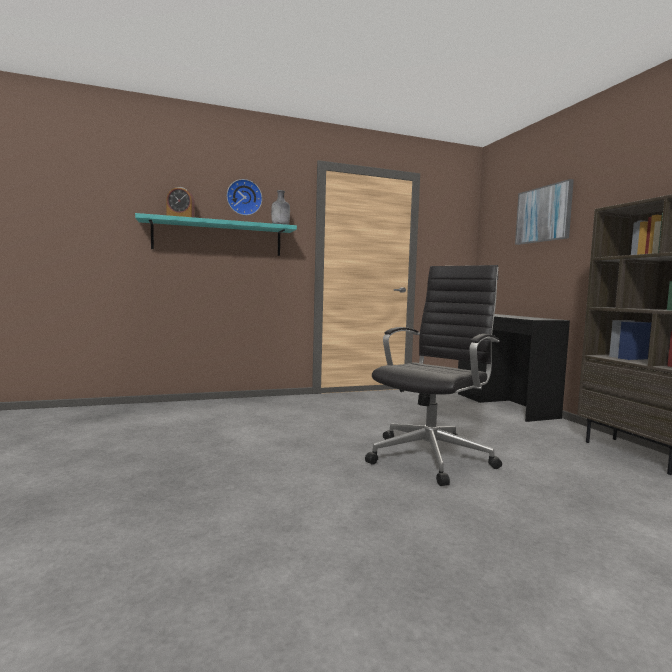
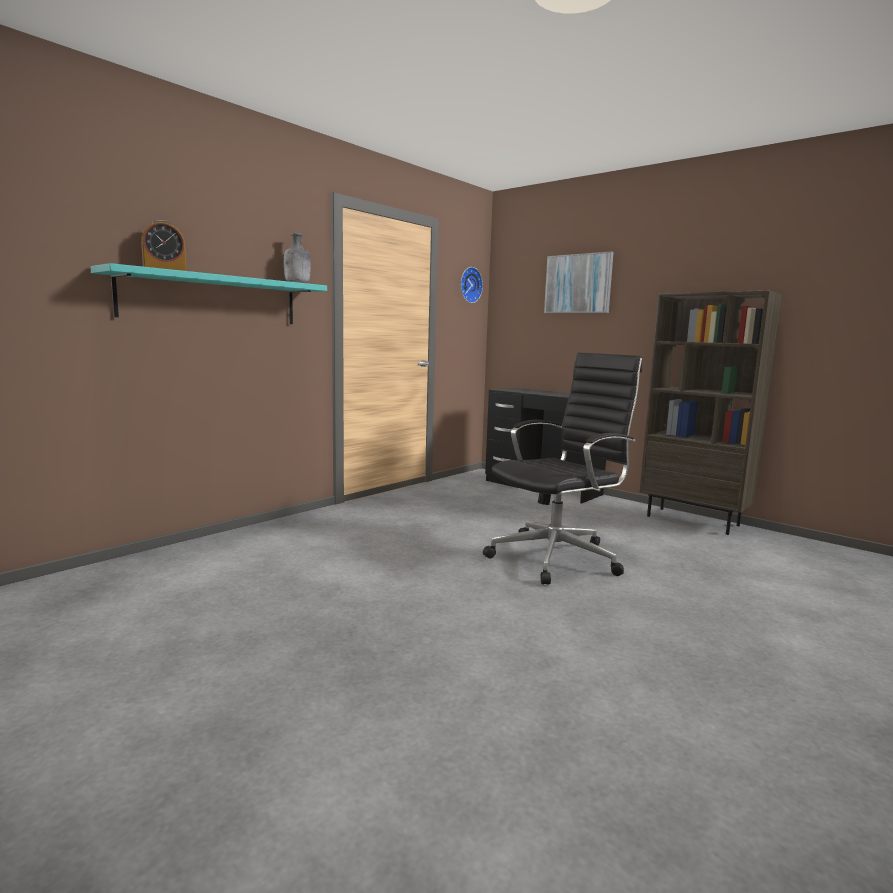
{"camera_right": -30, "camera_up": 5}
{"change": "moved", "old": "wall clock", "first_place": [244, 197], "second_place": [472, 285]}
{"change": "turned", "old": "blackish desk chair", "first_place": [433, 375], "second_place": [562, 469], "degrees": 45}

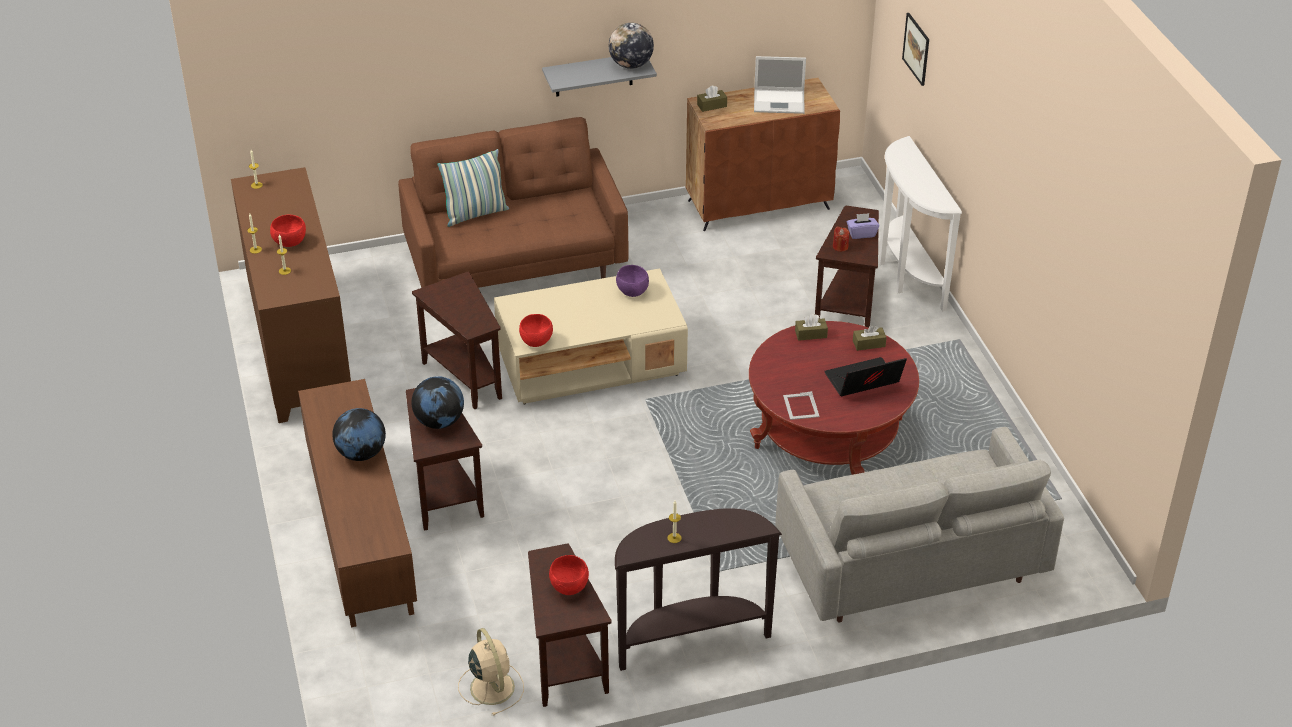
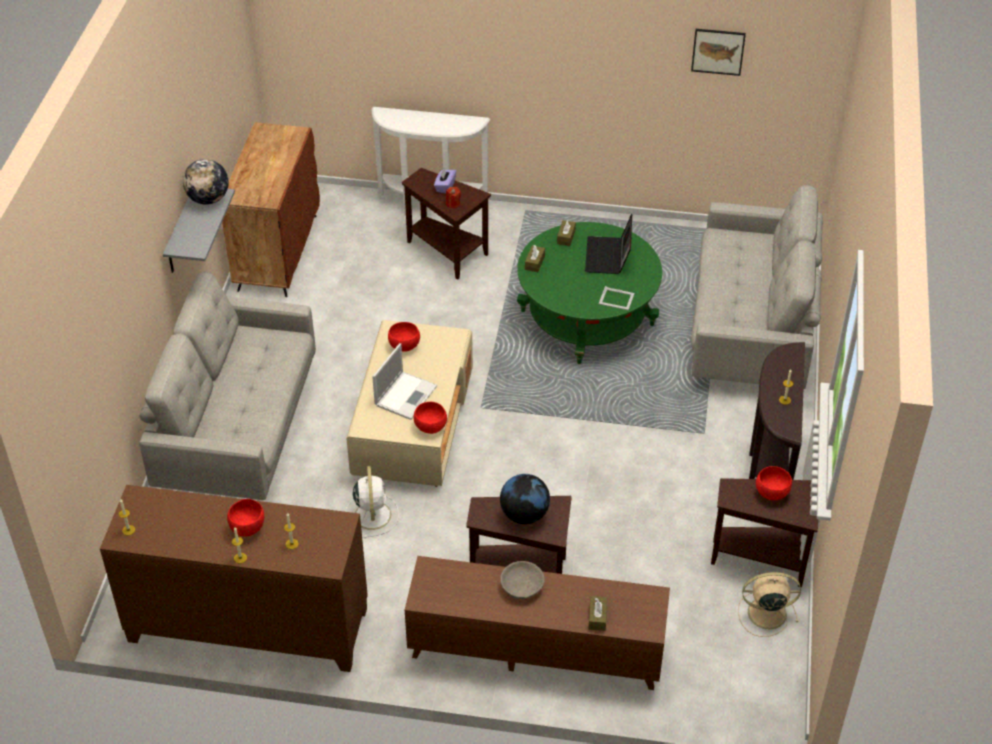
{"camera_right": -65, "camera_up": 5}
{"change": "moved", "old": "picture", "first_place": [915, 49], "second_place": [718, 52]}
{"change": "moved", "old": "portable computer", "first_place": [780, 85], "second_place": [404, 381]}
{"change": "moved", "old": "brown box of tissues", "first_place": [712, 98], "second_place": [597, 613]}
{"change": "recoloured", "old": "brown settee", "new": "gray settee", "first_place": [513, 202], "second_place": [227, 386]}
{"change": "removed", "old": "cushion", "first_place": [473, 188]}
{"change": "recoloured", "old": "purplish serving bowl", "new": "red serving bowl", "first_place": [632, 281], "second_place": [404, 337]}
{"change": "replaced", "old": "brown end table", "new": "white-coloured electric fan", "first_place": [457, 341], "second_place": [372, 502]}
{"change": "recoloured", "old": "red lounge table", "new": "greenish lounge table", "first_place": [834, 398], "second_place": [589, 293]}
{"change": "replaced", "old": "globe", "new": "gray serving bowl", "first_place": [359, 434], "second_place": [522, 580]}

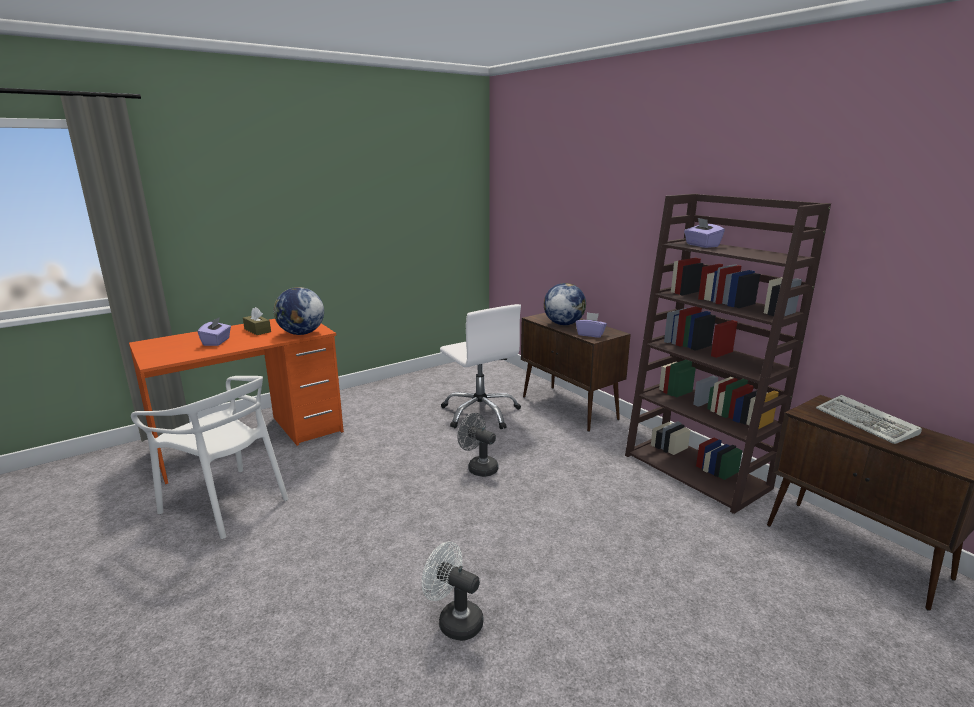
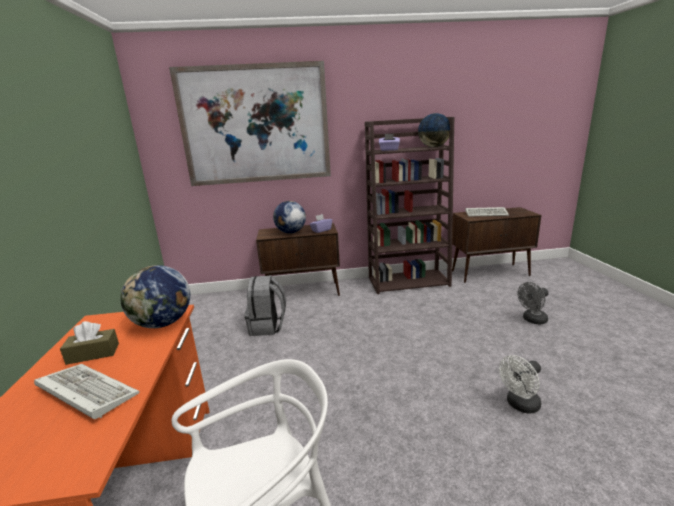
{"camera_right": -60, "camera_up": 0}
{"change": "replaced", "old": "white-coloured desk chair", "new": "gray knapsack", "first_place": [480, 366], "second_place": [265, 305]}
{"change": "replaced", "old": "purplish box of tissues", "new": "computer keyboard", "first_place": [214, 331], "second_place": [87, 391]}
{"change": "moved", "old": "gray electric fan", "first_place": [477, 445], "second_place": [533, 303]}
{"change": "added", "new": "picture", "second_place": [250, 123]}
{"change": "added", "new": "globe", "second_place": [434, 130]}

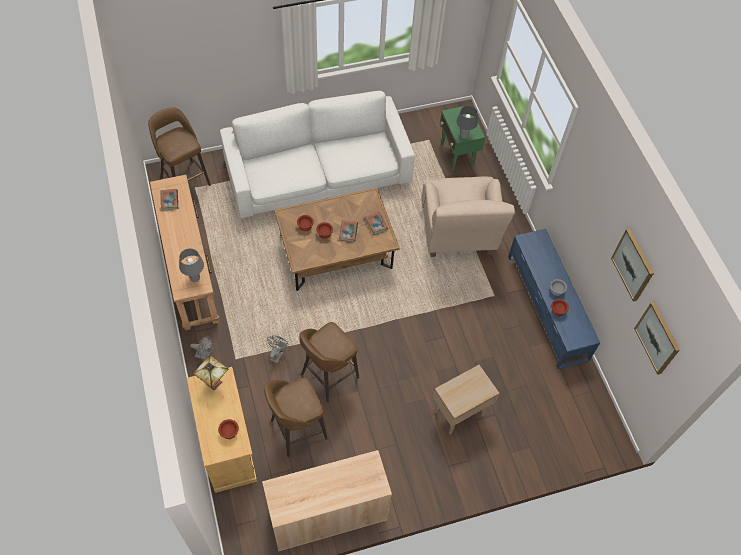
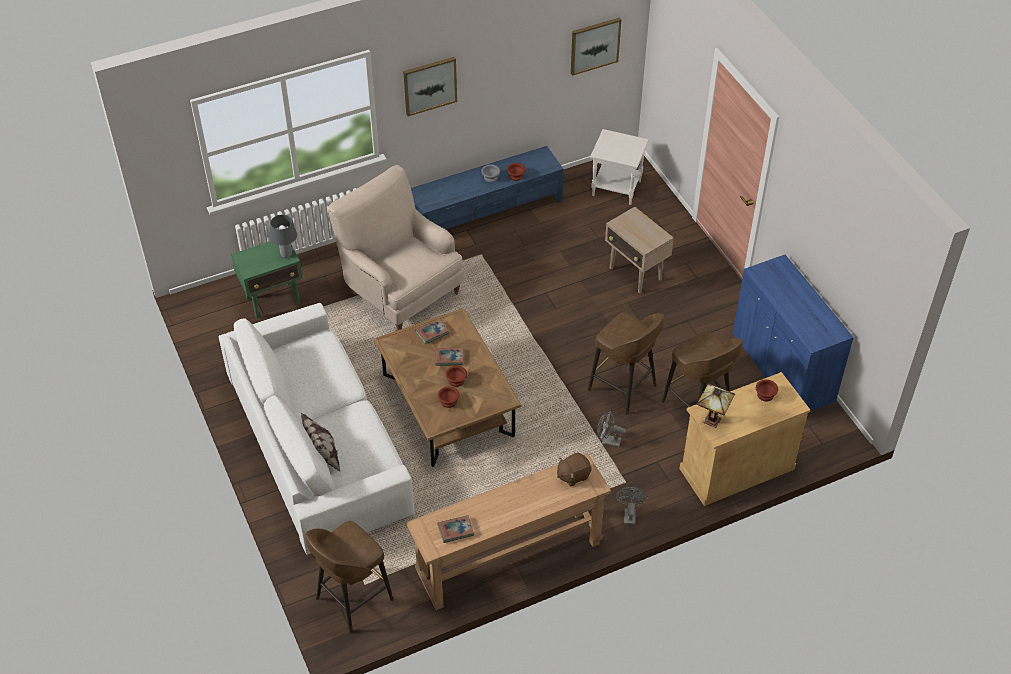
{"camera_right": -95, "camera_up": -10}
{"change": "turned", "old": "beige armchair", "first_place": [468, 217], "second_place": [395, 248], "degrees": -120}
{"change": "moved", "old": "picture", "first_place": [632, 265], "second_place": [430, 86]}
{"change": "replaced", "old": "gray tabletop lamp", "new": "brown cuddly toy", "first_place": [191, 265], "second_place": [574, 469]}
{"change": "recoloured", "old": "beige cupboard", "new": "bluish cupboard", "first_place": [327, 500], "second_place": [793, 333]}
{"change": "added", "new": "white-coloured end table", "second_place": [619, 167]}
{"change": "added", "new": "cushion", "second_place": [320, 442]}

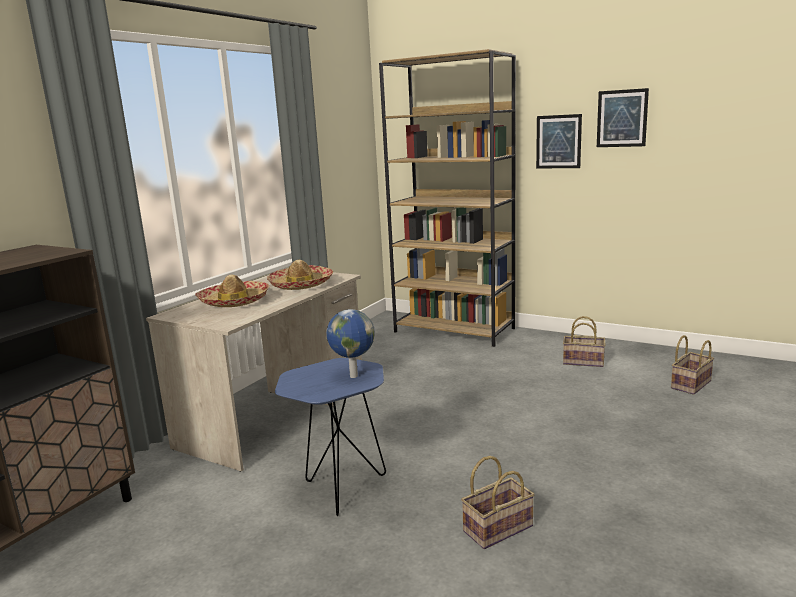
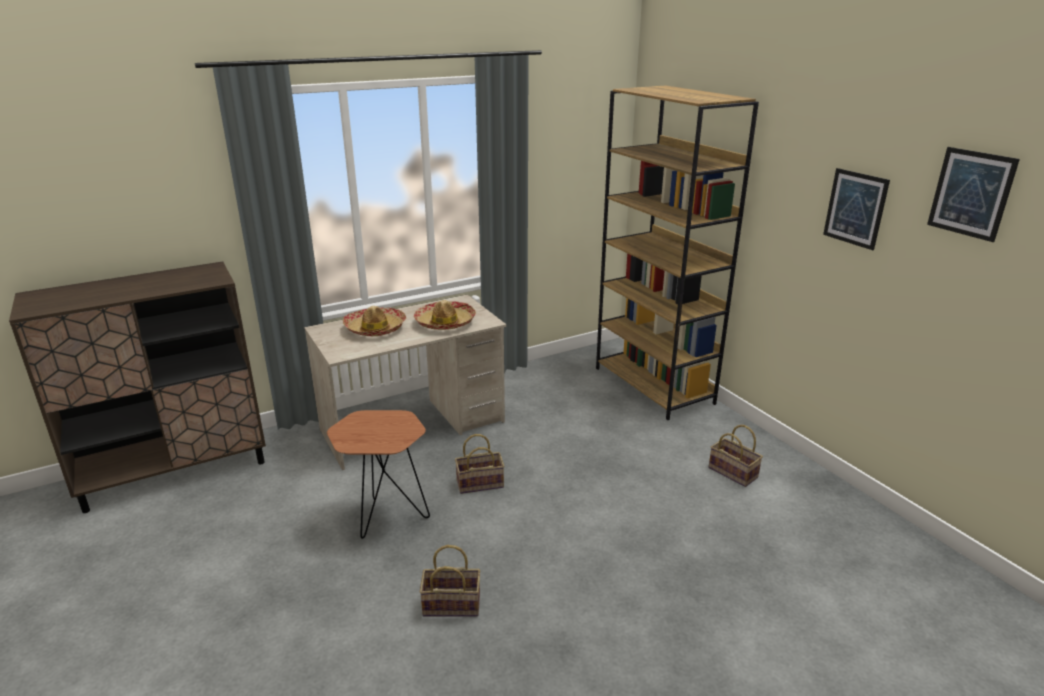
{"camera_right": 30, "camera_up": 10}
{"change": "moved", "old": "picture", "first_place": [559, 141], "second_place": [973, 194]}
{"change": "removed", "old": "globe", "first_place": [350, 343]}
{"change": "moved", "old": "basket", "first_place": [692, 365], "second_place": [479, 464]}
{"change": "recoloured", "old": "bluish end table", "new": "brown end table", "first_place": [330, 437], "second_place": [378, 474]}

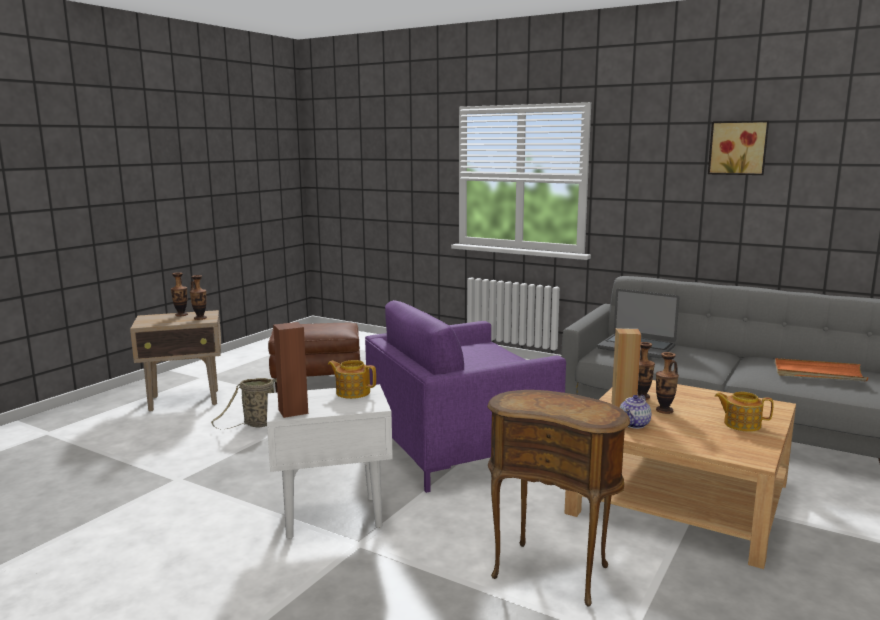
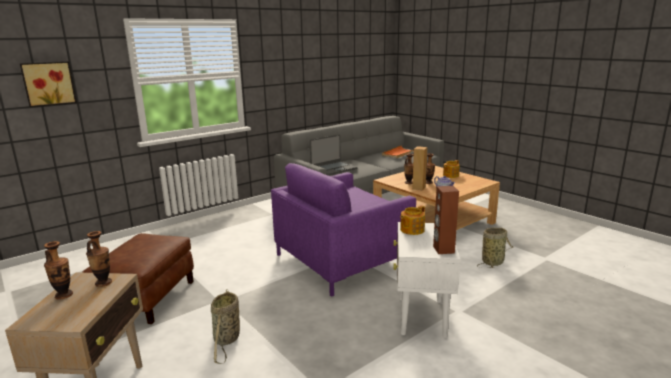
{"camera_right": -70, "camera_up": 5}
{"change": "moved", "old": "picture", "first_place": [738, 148], "second_place": [48, 84]}
{"change": "turned", "old": "purplish armchair", "first_place": [465, 396], "second_place": [343, 230], "degrees": 60}
{"change": "replaced", "old": "brown end table", "new": "basket", "first_place": [558, 498], "second_place": [495, 248]}

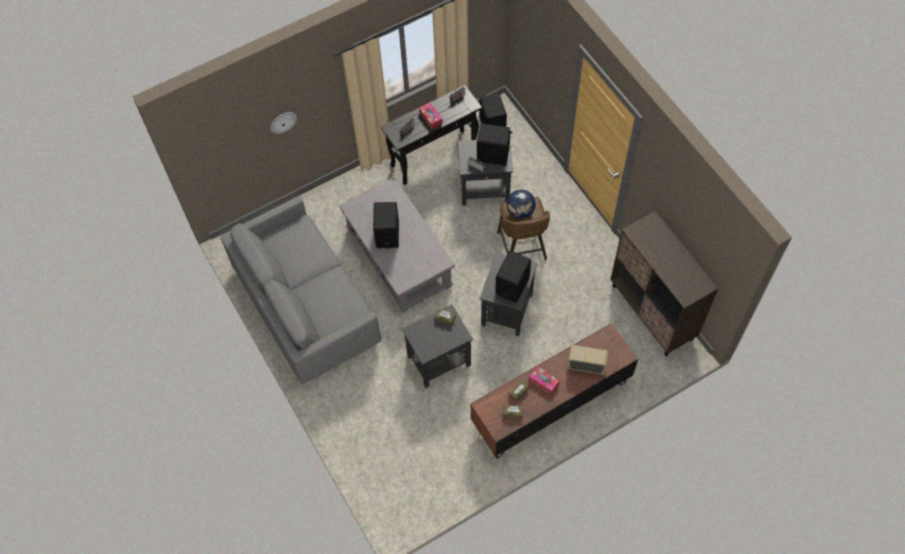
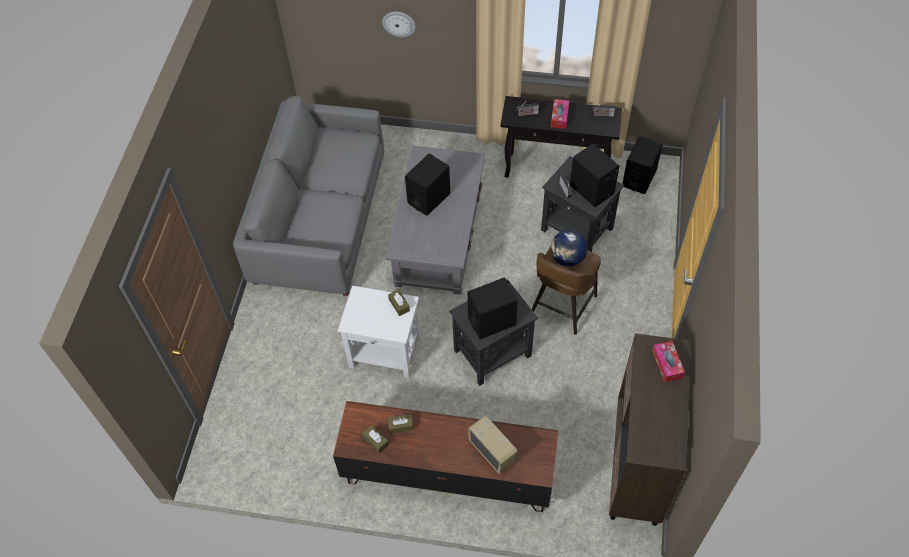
{"camera_right": 40, "camera_up": -5}
{"change": "recoloured", "old": "blackish end table", "new": "white-coloured end table", "first_place": [437, 346], "second_place": [379, 332]}
{"change": "moved", "old": "box of tissues", "first_place": [544, 380], "second_place": [668, 361]}

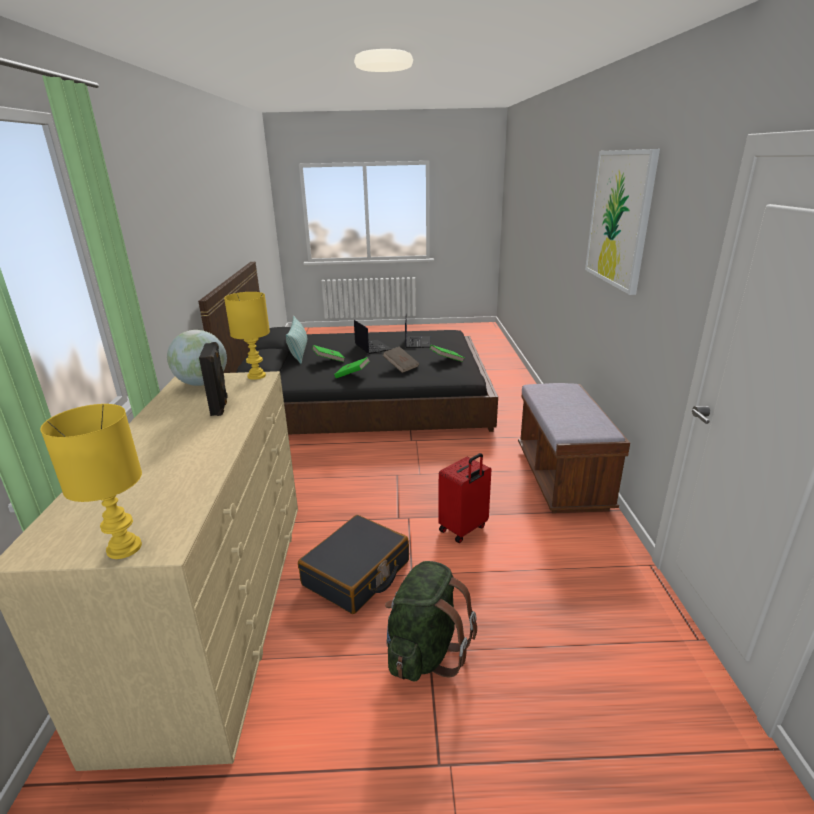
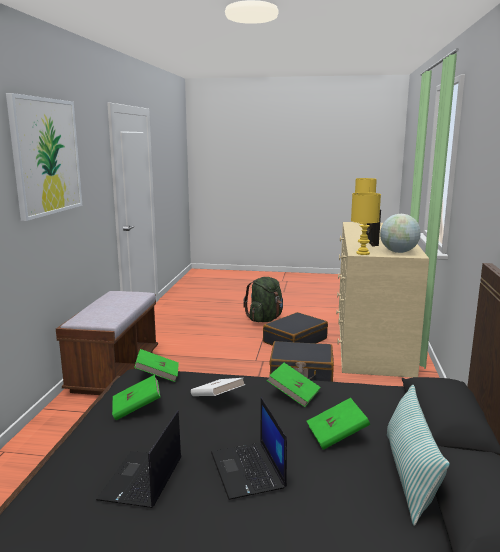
{"camera_right": -170, "camera_up": -10}
{"change": "recoloured", "old": "brown book", "new": "white-coloured book", "first_place": [401, 359], "second_place": [218, 387]}
{"change": "removed", "old": "red piece of luggage", "first_place": [464, 498]}
{"change": "added", "new": "blackish piece of luggage", "second_place": [301, 361]}
{"change": "added", "new": "greenish book", "second_place": [156, 365]}

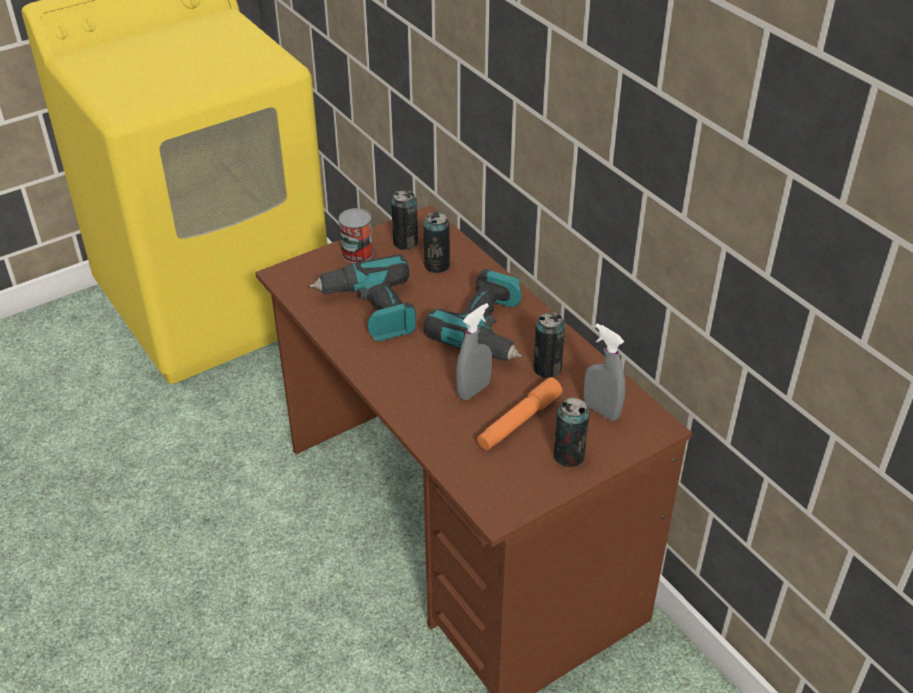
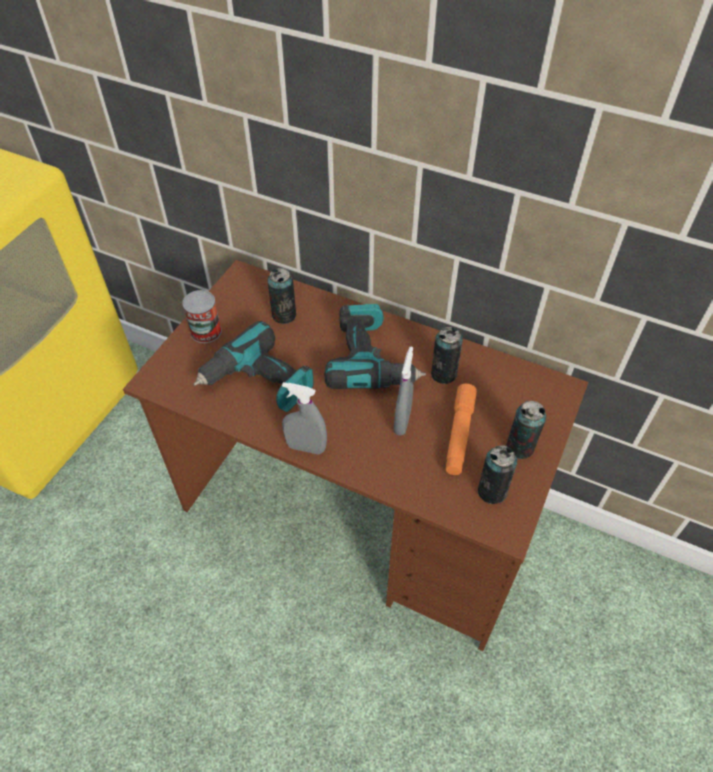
{"camera_right": -30, "camera_up": 10}
{"change": "moved", "old": "sealed can", "first_place": [404, 220], "second_place": [497, 474]}
{"change": "moved", "old": "gray hand sprayer", "first_place": [605, 372], "second_place": [304, 418]}

